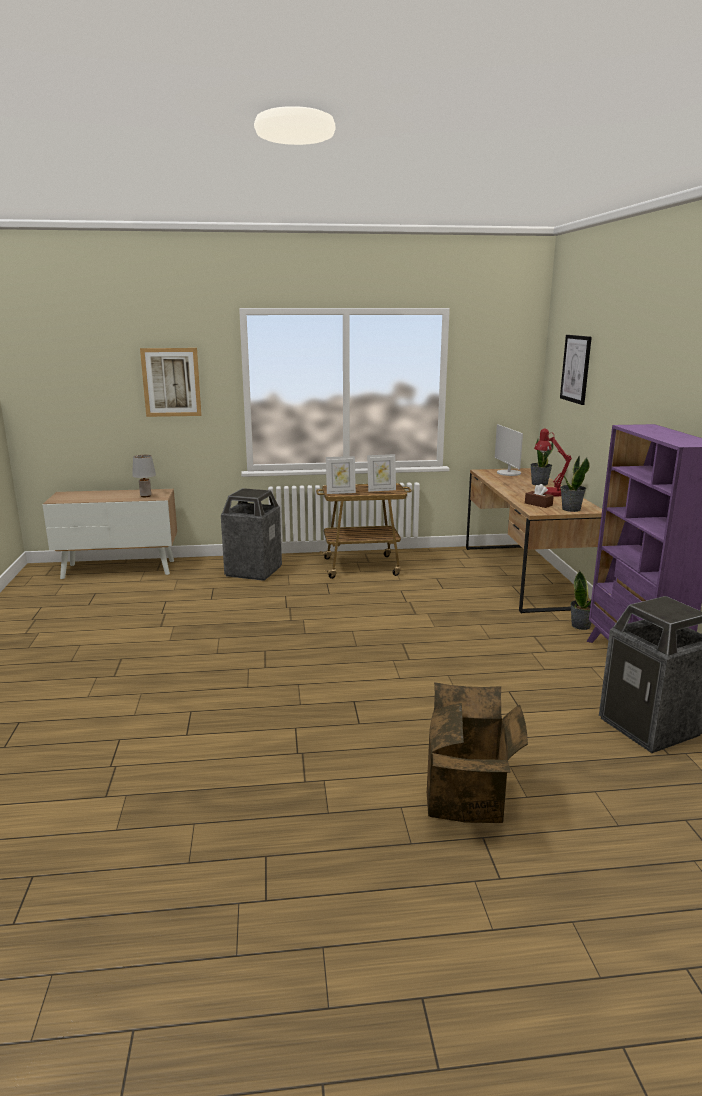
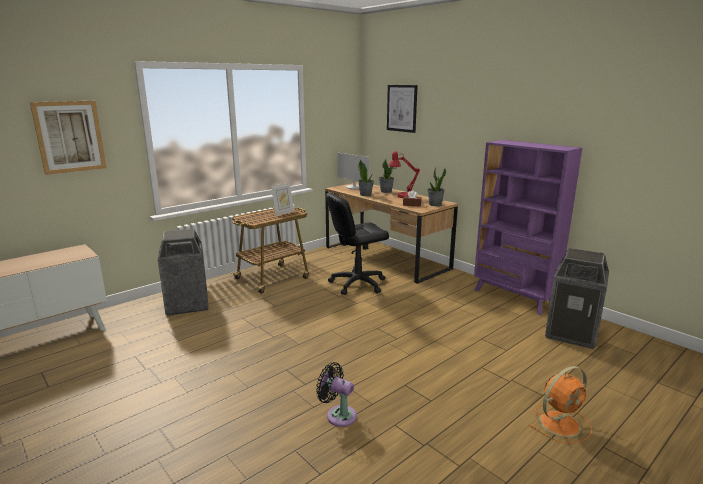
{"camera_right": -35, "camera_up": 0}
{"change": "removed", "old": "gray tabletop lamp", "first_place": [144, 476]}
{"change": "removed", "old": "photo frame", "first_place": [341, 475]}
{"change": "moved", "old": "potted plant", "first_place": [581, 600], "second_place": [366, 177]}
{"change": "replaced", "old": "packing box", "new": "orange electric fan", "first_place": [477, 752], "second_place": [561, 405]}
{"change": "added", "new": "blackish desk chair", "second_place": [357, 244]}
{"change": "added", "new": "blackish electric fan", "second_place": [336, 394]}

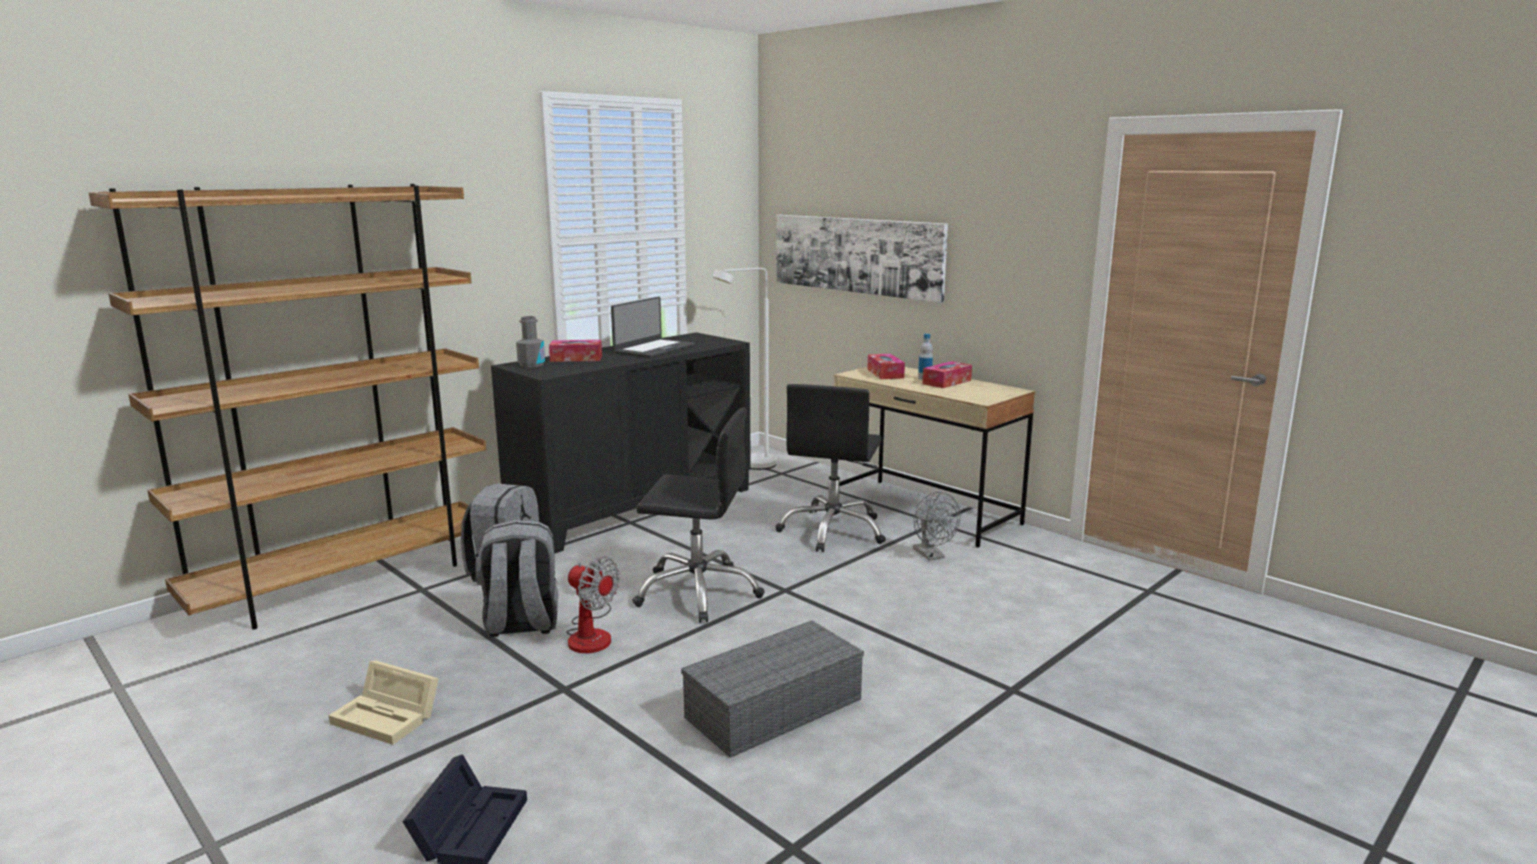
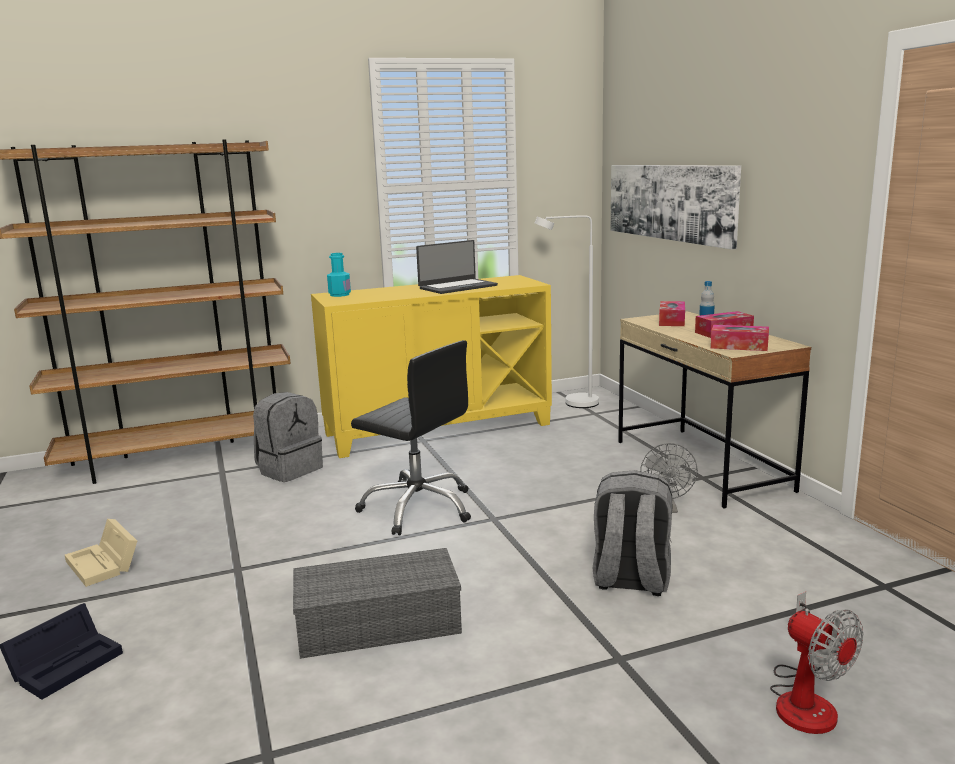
{"camera_right": 25, "camera_up": 0}
{"change": "recoloured", "old": "gray bottle", "new": "turquoise bottle", "first_place": [530, 342], "second_place": [339, 275]}
{"change": "recoloured", "old": "blackish cupboard", "new": "yellow-coloured cupboard", "first_place": [621, 442], "second_place": [431, 366]}
{"change": "moved", "old": "box of tissues", "first_place": [575, 351], "second_place": [740, 338]}
{"change": "removed", "old": "blackish desk chair", "first_place": [830, 468]}
{"change": "moved", "old": "gray knapsack", "first_place": [518, 578], "second_place": [632, 533]}
{"change": "moved", "old": "electric fan", "first_place": [593, 604], "second_place": [816, 662]}

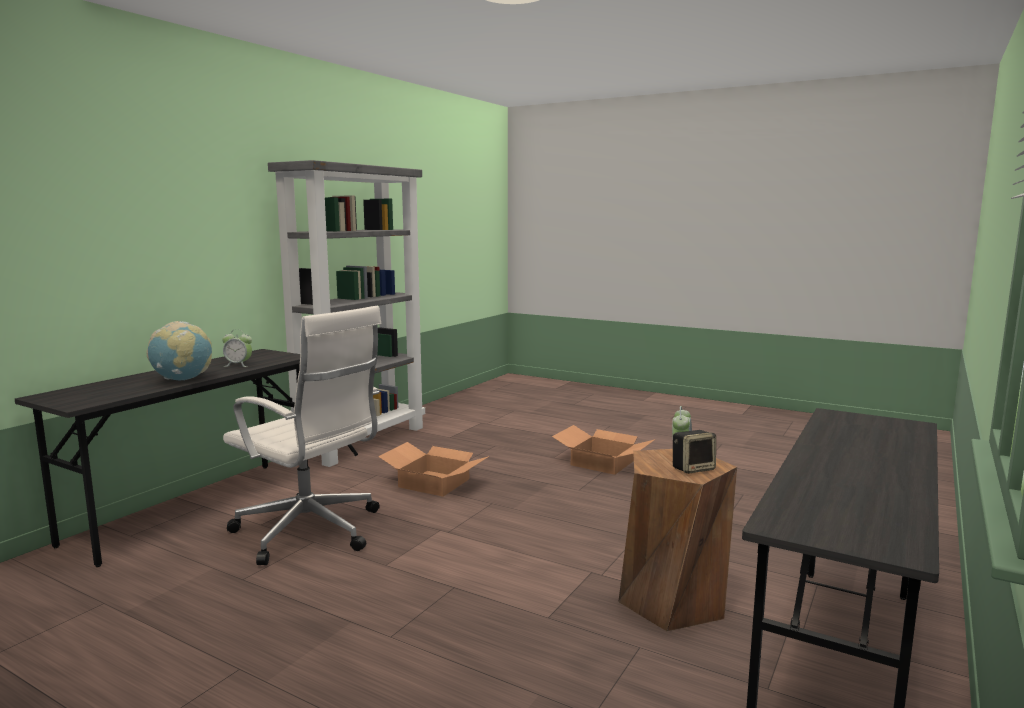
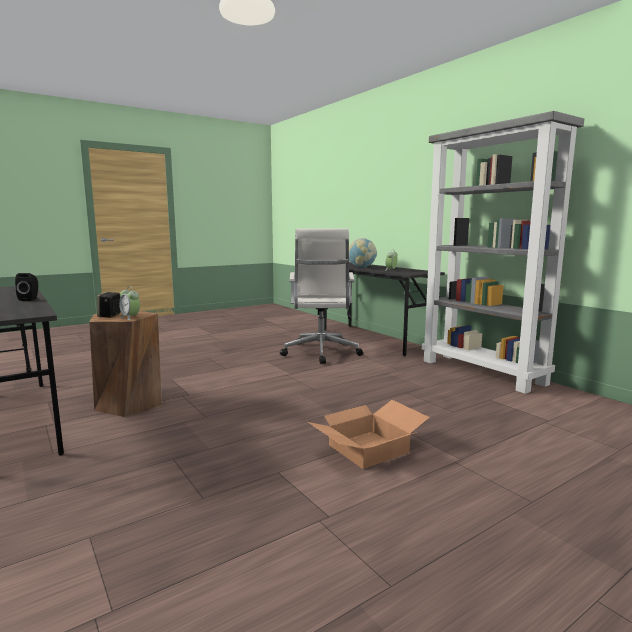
{"camera_right": 115, "camera_up": 0}
{"change": "turned", "old": "white-coloured desk chair", "first_place": [302, 435], "second_place": [321, 296], "degrees": -60}
{"change": "removed", "old": "packing box", "first_place": [433, 469]}
{"change": "added", "new": "blackish speaker", "second_place": [26, 287]}

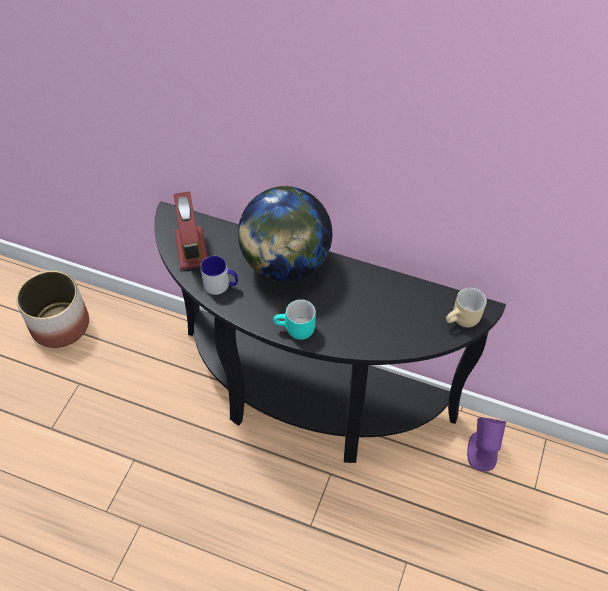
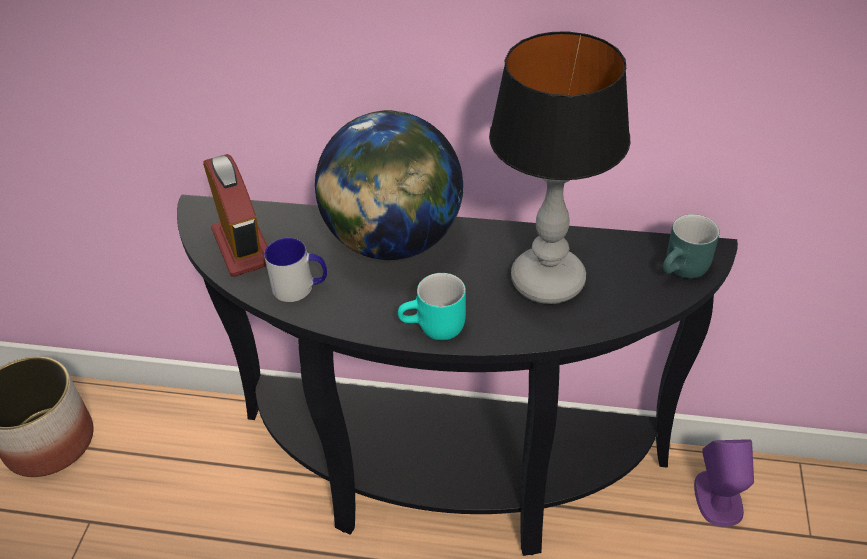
{"camera_right": -10, "camera_up": -10}
{"change": "recoloured", "old": "beige mug", "new": "turquoise mug", "first_place": [466, 307], "second_place": [691, 246]}
{"change": "added", "new": "tabletop lamp", "second_place": [559, 167]}

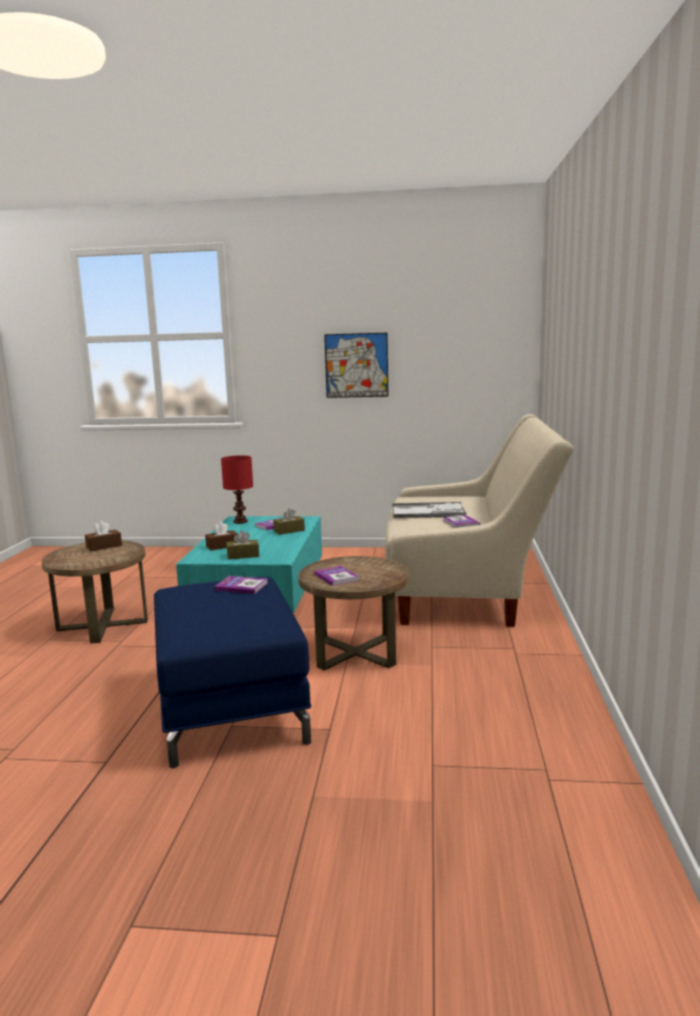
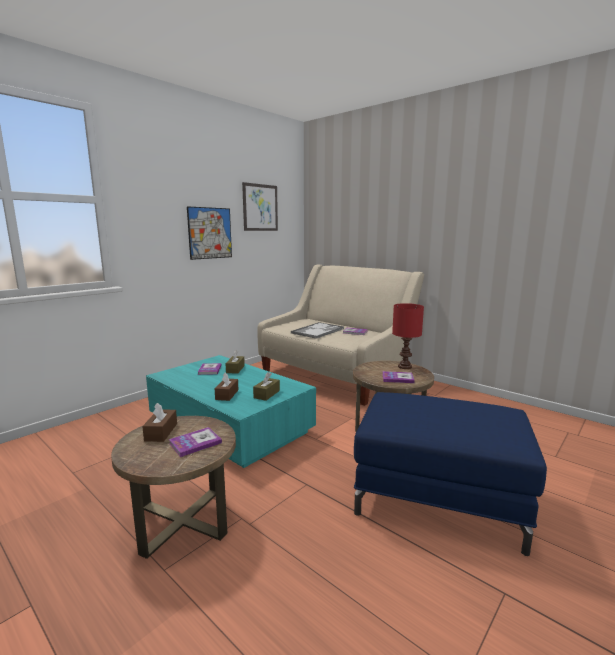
{"camera_right": -55, "camera_up": 0}
{"change": "moved", "old": "red tabletop lamp", "first_place": [237, 489], "second_place": [408, 336]}
{"change": "moved", "old": "book", "first_place": [241, 585], "second_place": [195, 442]}
{"change": "added", "new": "picture", "second_place": [260, 206]}

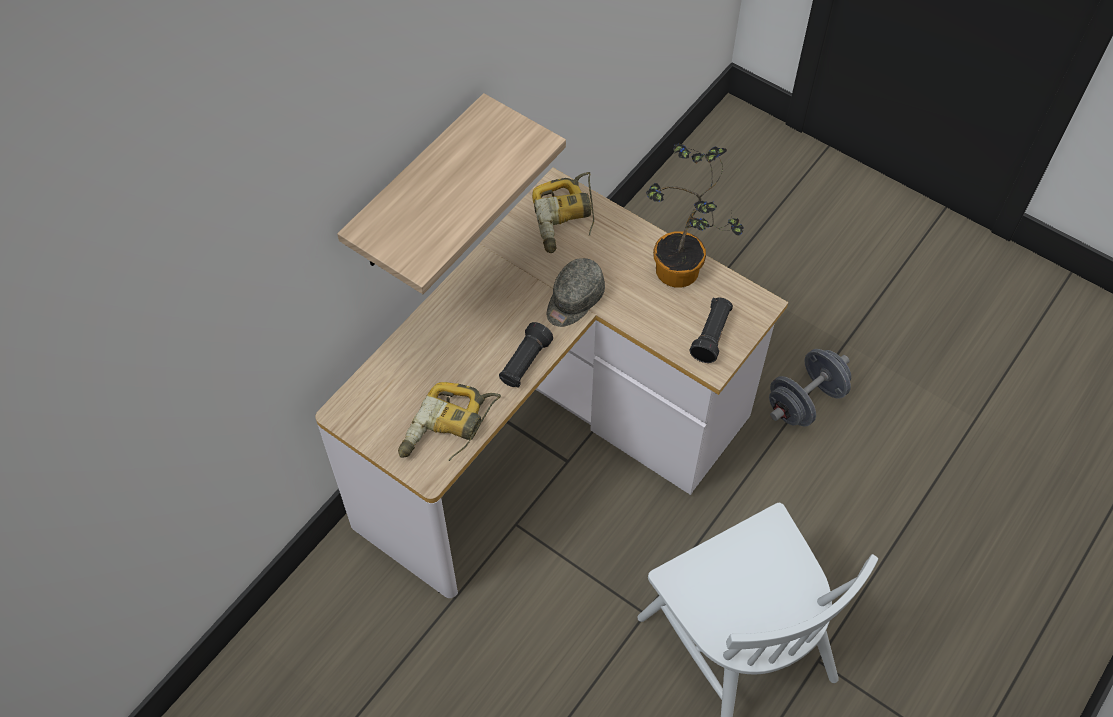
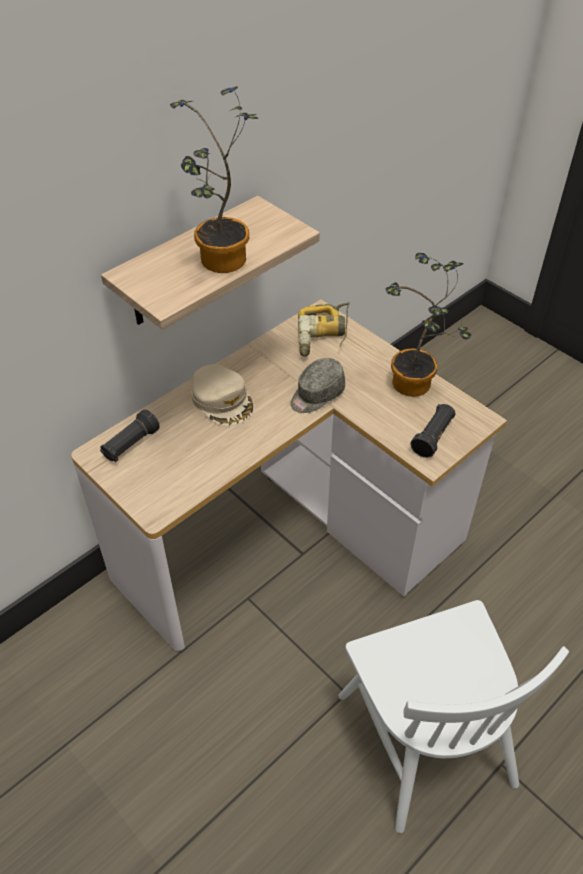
{"camera_right": 10, "camera_up": -10}
{"change": "moved", "old": "blackish hand torch", "first_place": [526, 355], "second_place": [130, 435]}
{"change": "removed", "old": "gray dumbbell", "first_place": [810, 387]}
{"change": "removed", "old": "power drill", "first_place": [449, 421]}
{"change": "added", "new": "potted plant", "second_place": [214, 179]}
{"change": "added", "new": "beige peaked cap", "second_place": [222, 395]}

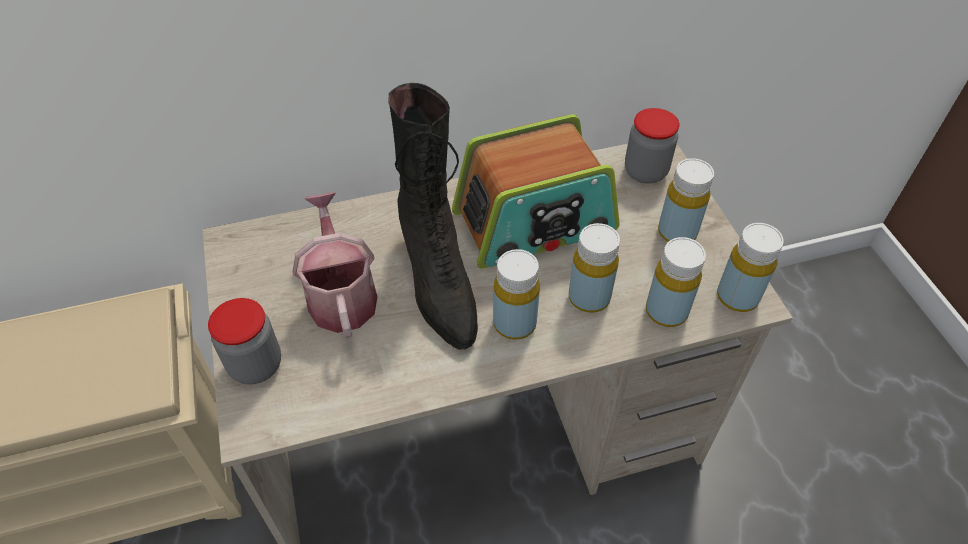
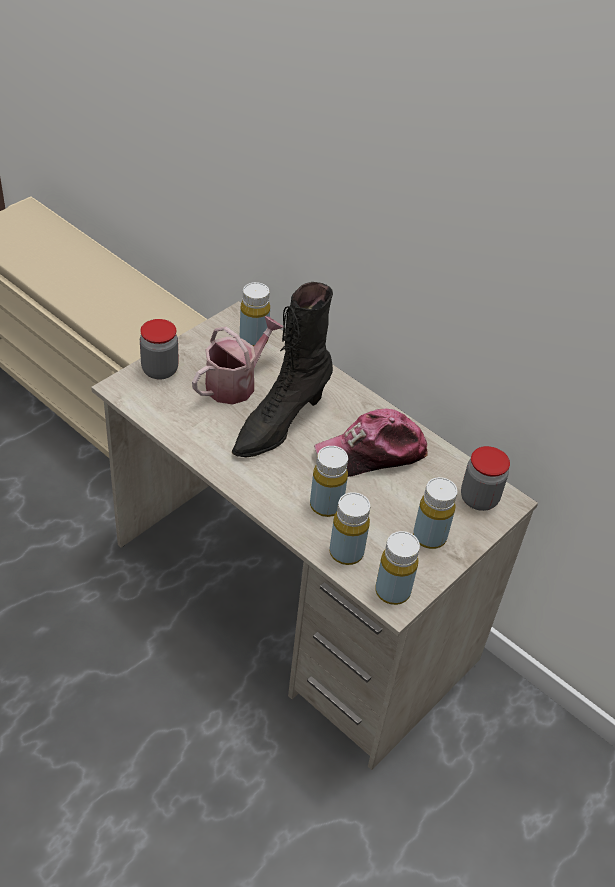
{"camera_right": 55, "camera_up": -5}
{"change": "replaced", "old": "radio receiver", "new": "peaked cap", "first_place": [536, 191], "second_place": [371, 443]}
{"change": "moved", "old": "yellow-coloured bottle", "first_place": [516, 294], "second_place": [255, 314]}

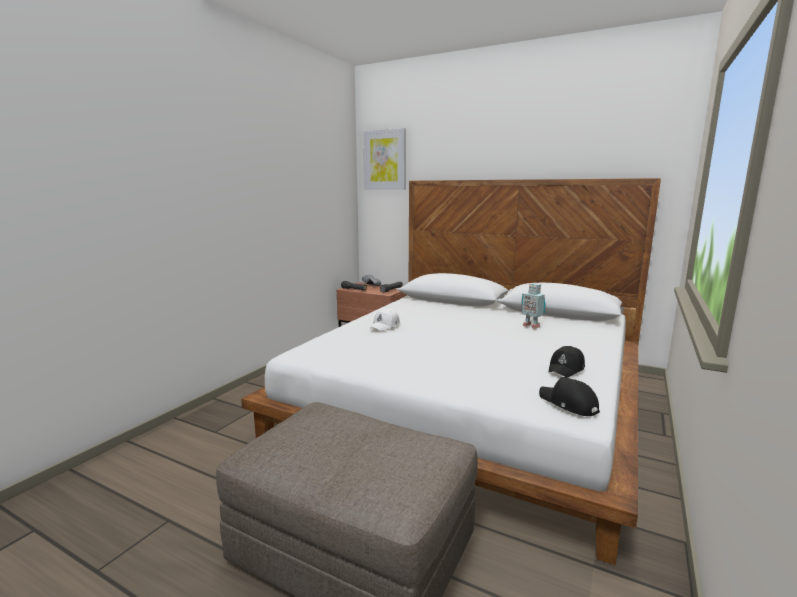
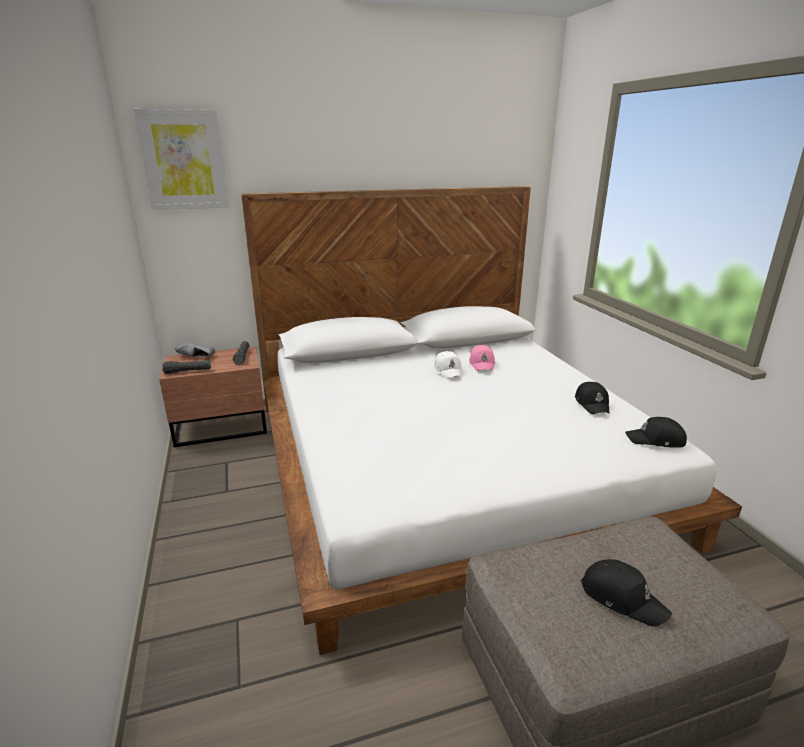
{"camera_right": -45, "camera_up": 10}
{"change": "replaced", "old": "toy robot", "new": "pinkish peaked cap", "first_place": [534, 306], "second_place": [482, 358]}
{"change": "moved", "old": "white-coloured peaked cap", "first_place": [385, 319], "second_place": [448, 365]}
{"change": "added", "new": "blackish peaked cap", "second_place": [626, 593]}

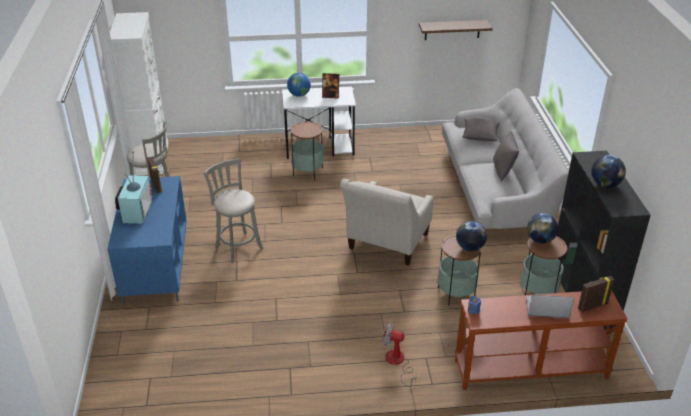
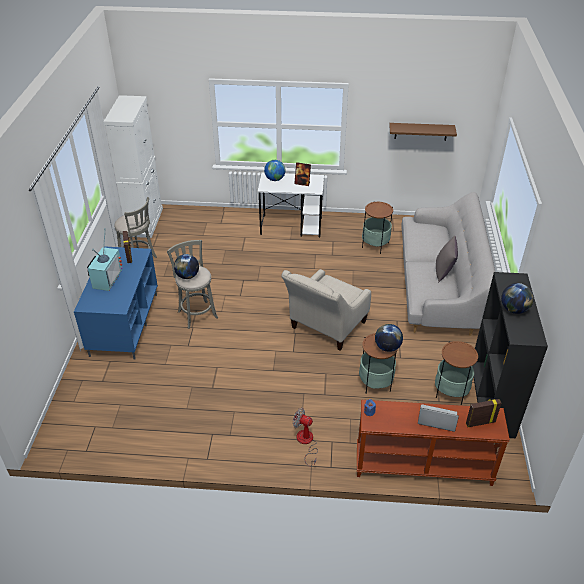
{"camera_right": 10, "camera_up": 5}
{"change": "removed", "old": "gray cushion", "first_place": [481, 129]}
{"change": "moved", "old": "end table", "first_place": [307, 151], "second_place": [377, 228]}
{"change": "moved", "old": "globe", "first_place": [542, 228], "second_place": [186, 266]}

